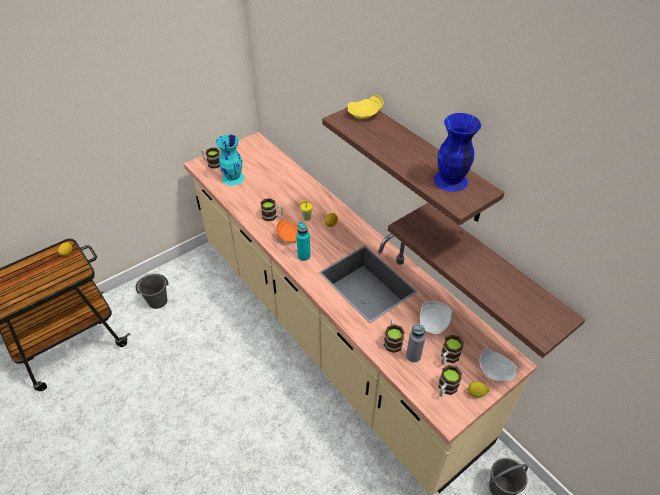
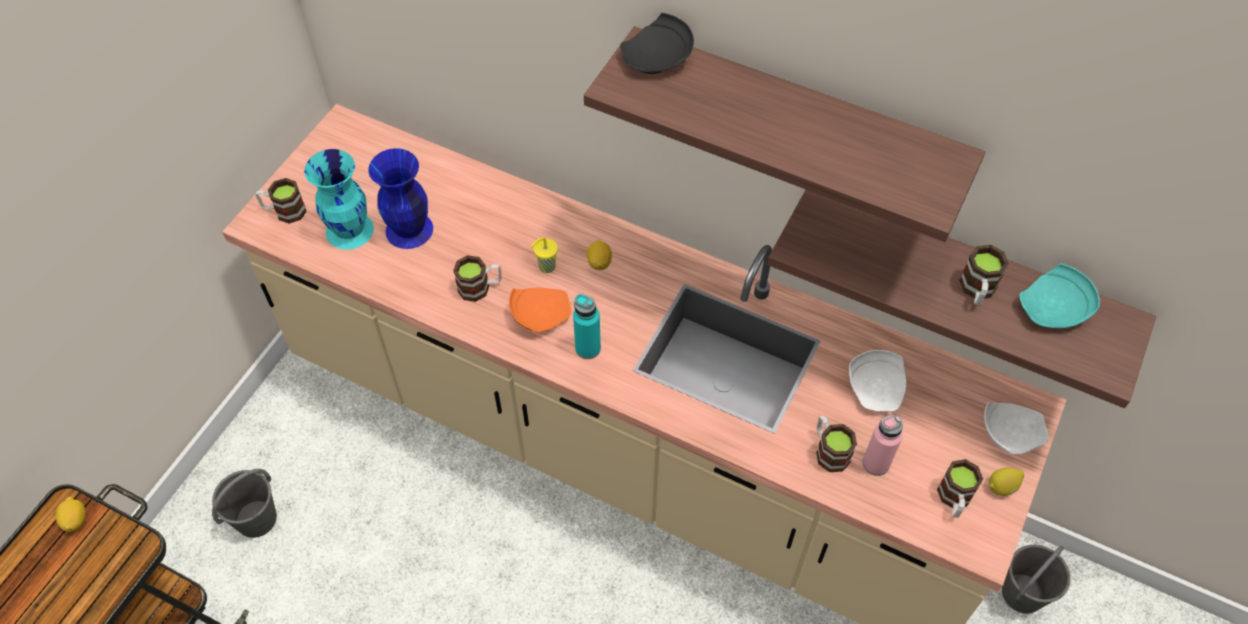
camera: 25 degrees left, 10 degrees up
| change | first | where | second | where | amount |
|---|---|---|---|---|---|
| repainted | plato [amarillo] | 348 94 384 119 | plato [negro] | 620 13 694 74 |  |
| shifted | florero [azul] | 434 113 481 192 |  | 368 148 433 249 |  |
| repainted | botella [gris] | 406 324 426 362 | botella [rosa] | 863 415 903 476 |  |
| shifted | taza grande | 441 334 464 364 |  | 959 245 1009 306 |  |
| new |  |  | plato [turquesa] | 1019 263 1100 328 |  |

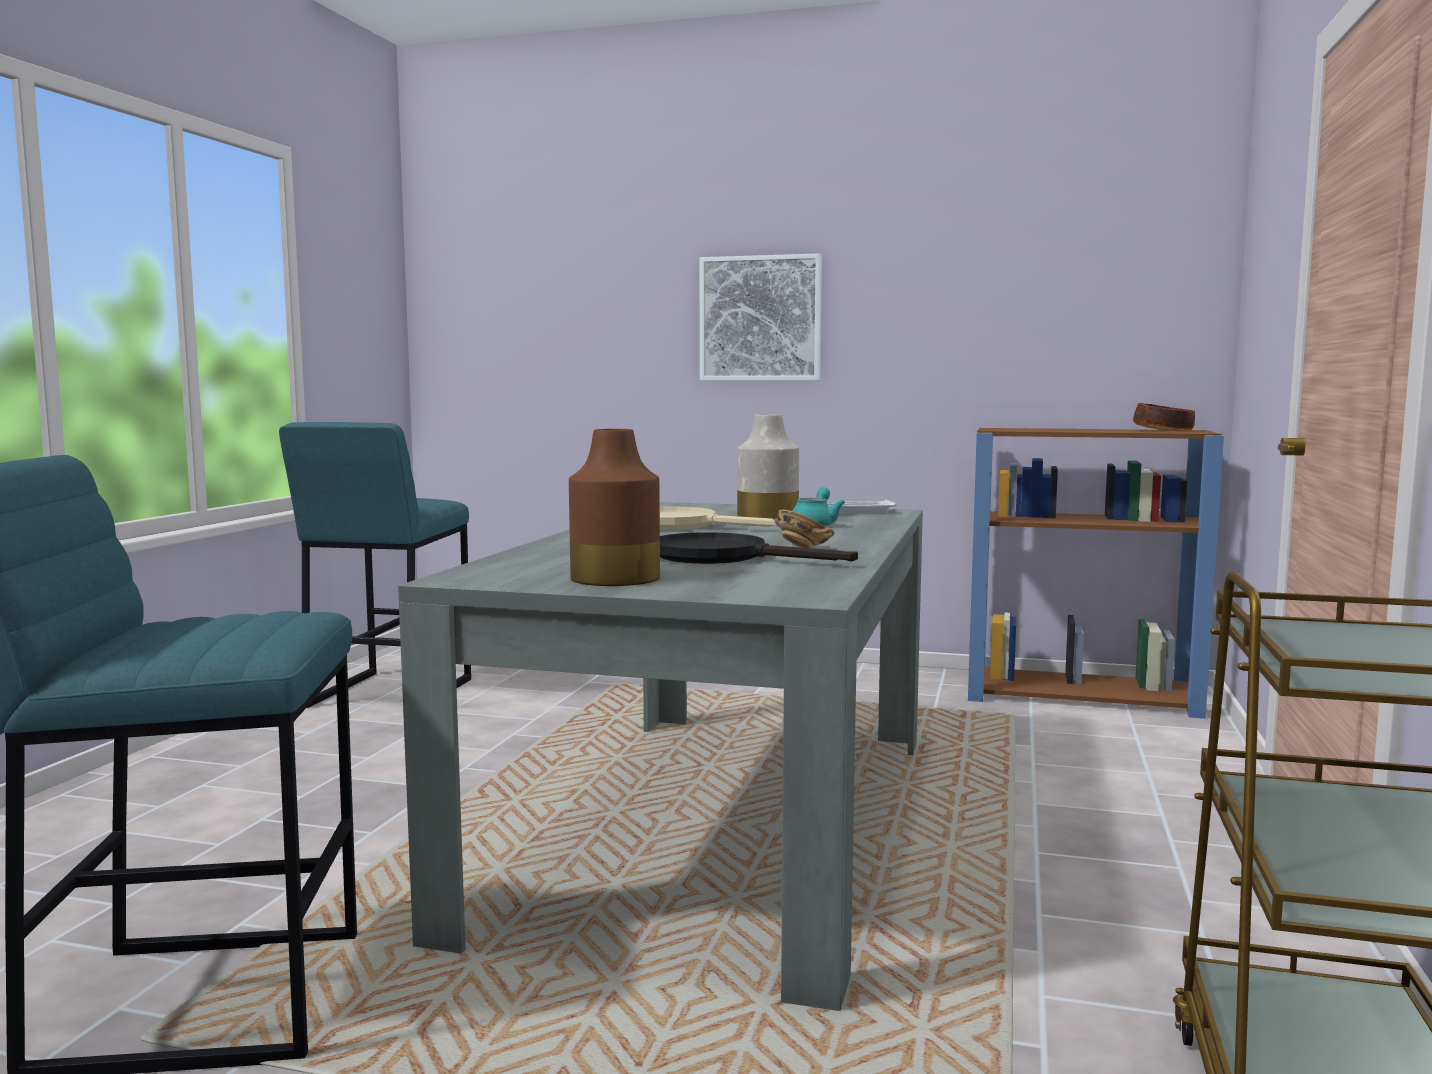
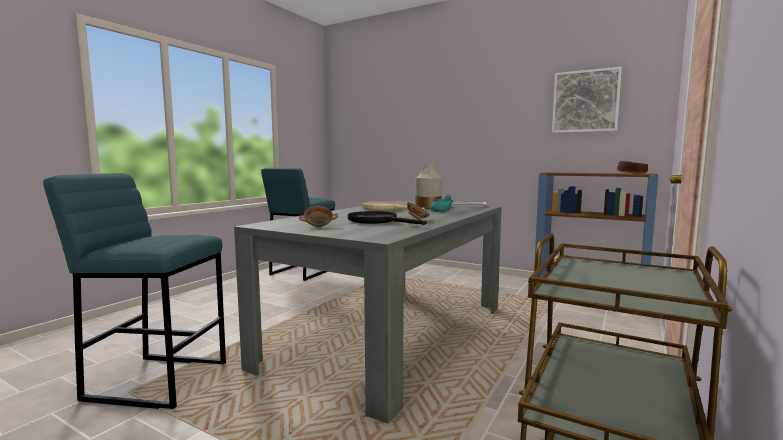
camera: 15 degrees right, 0 degrees up
| change | first | where | second | where | amount |
|---|---|---|---|---|---|
| shifted | cuadro | 700 253 822 381 |  | 552 67 622 133 |  |
| swapped | florero [marrón] | 569 429 660 586 | cuenco | 299 206 338 228 |  |

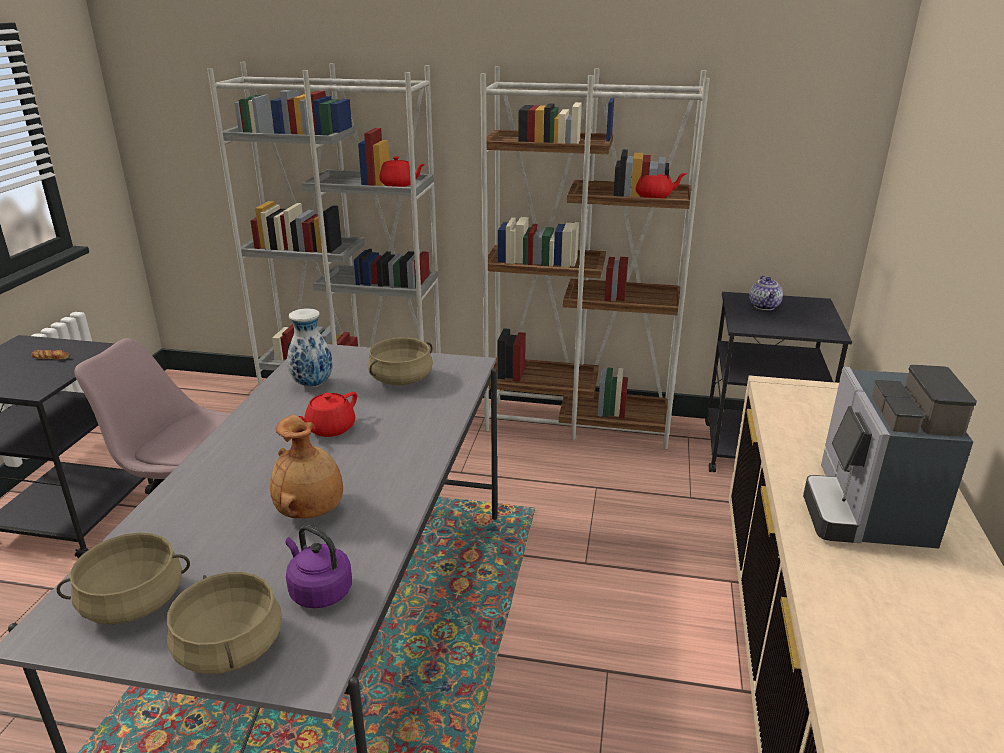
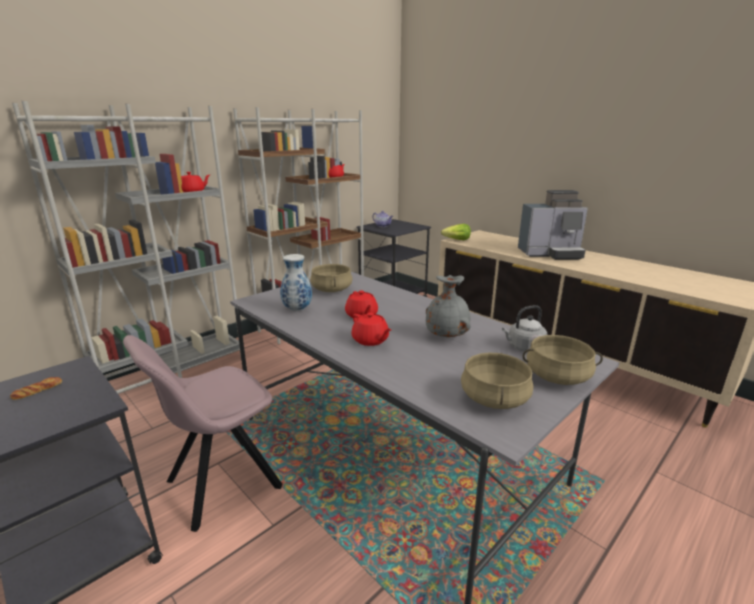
camera: 55 degrees left, 5 degrees down
| change | first | where | second | where | amount |
|---|---|---|---|---|---|
| rotated | cafetera | 803 365 977 549 |  | 518 190 588 260 | 45 degrees counterclockwise |
| repainted | florero [marrón] | 270 415 343 518 | florero [gris] | 426 275 471 337 |  |
| repainted | hervidor [morado] | 285 525 352 608 | hervidor [gris] | 502 305 547 352 |  |
| new |  |  | lechuga | 441 224 471 240 |  |
| new |  |  | tetera [rojo] | 352 312 391 346 |  |

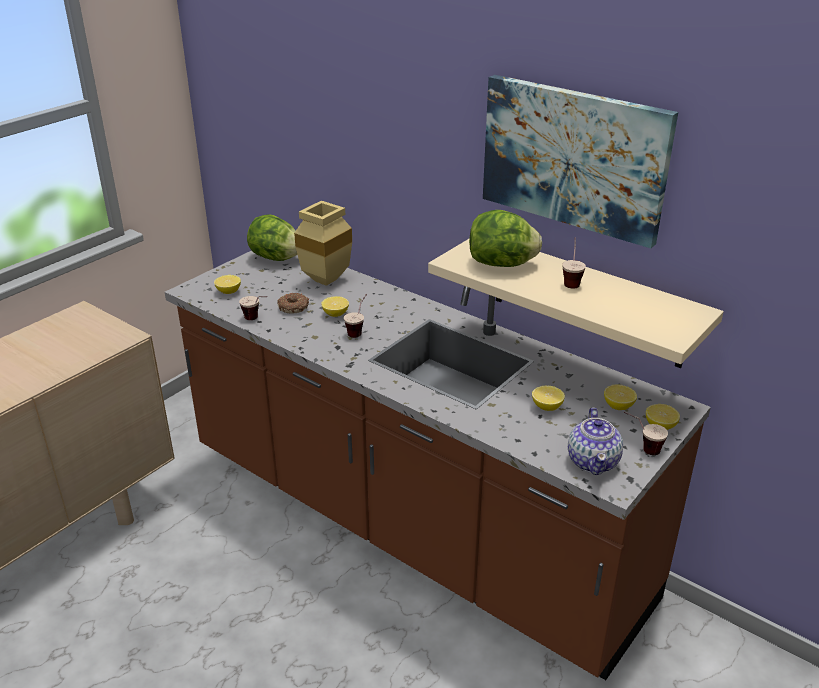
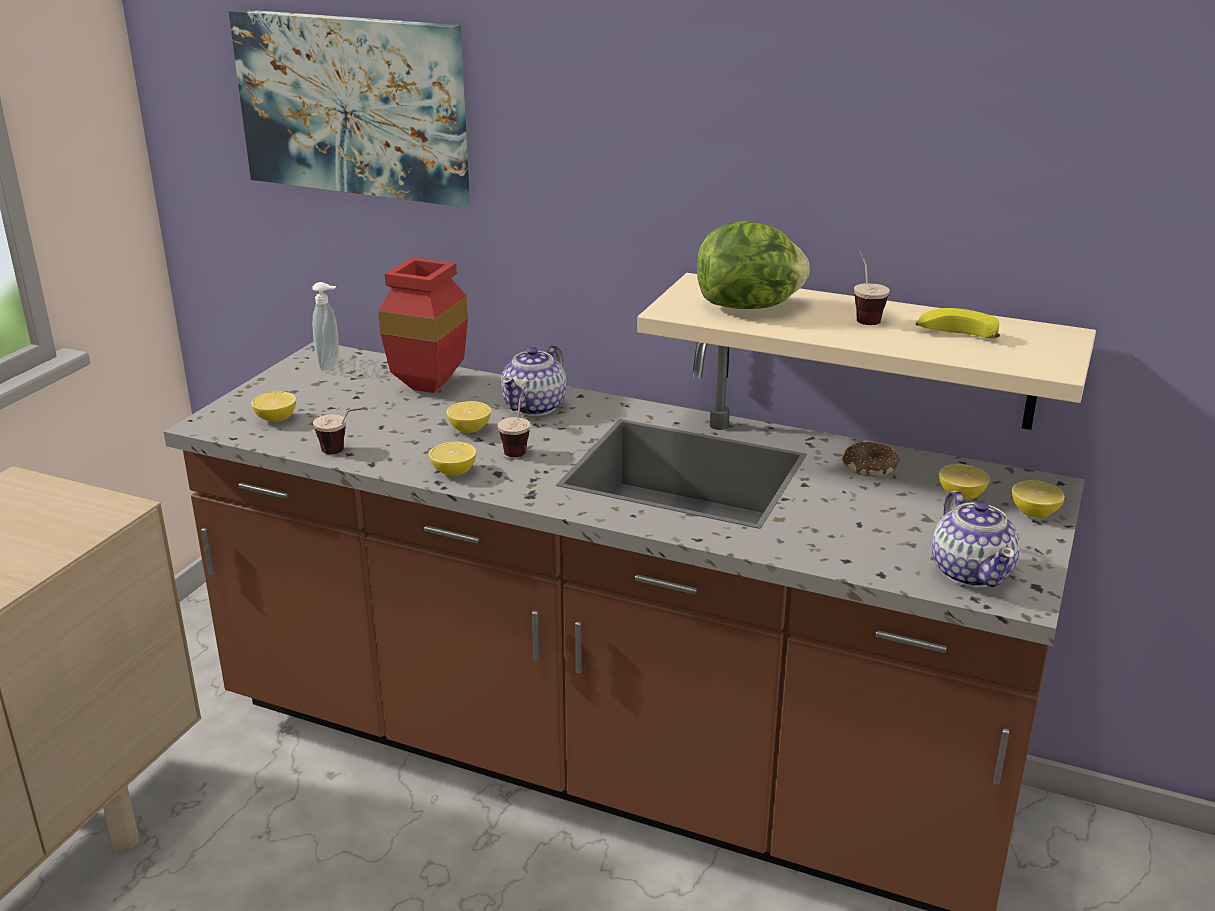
camera: 15 degrees left, 5 degrees down
| change | first | where | second | where | amount |
|---|---|---|---|---|---|
| shifted | cuadro | 483 75 678 248 |  | 229 9 470 207 |  |
| repainted | florero [beis] | 294 201 352 286 | florero [rojo] | 378 257 468 393 |  |
| swapped | lechuga | 247 214 297 261 | dispensador de jabón | 312 282 339 371 |  |
| shifted | rosquilla | 277 293 309 314 |  | 843 442 900 477 |  |
| shifted | limón | 532 386 565 411 |  | 428 442 476 476 |  |
| gone | taza | 624 412 668 455 |  |  |  |
| new |  |  | plátano | 915 308 1000 338 |  |
| new |  |  | tetera | 501 345 567 416 |  |

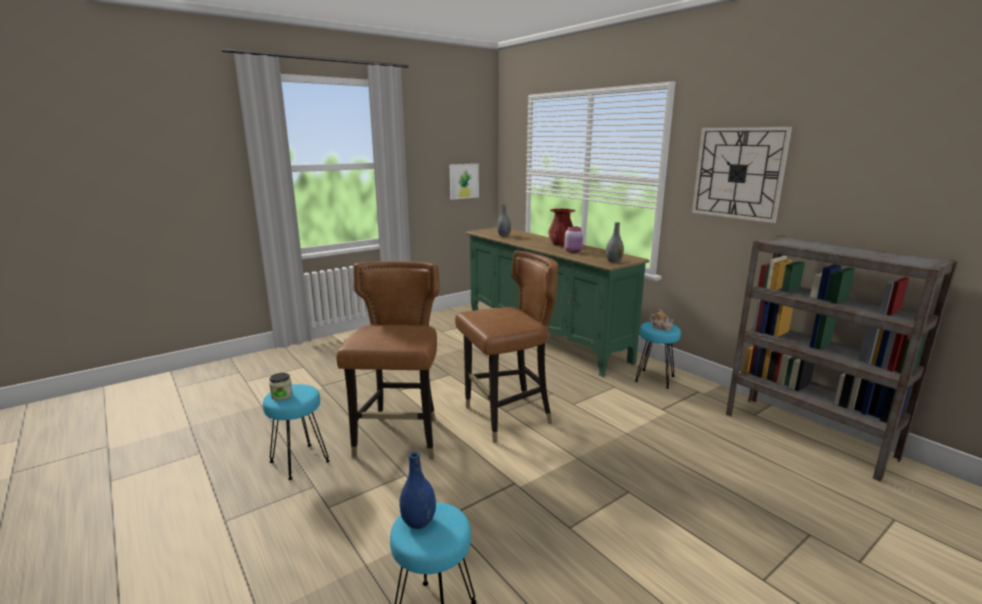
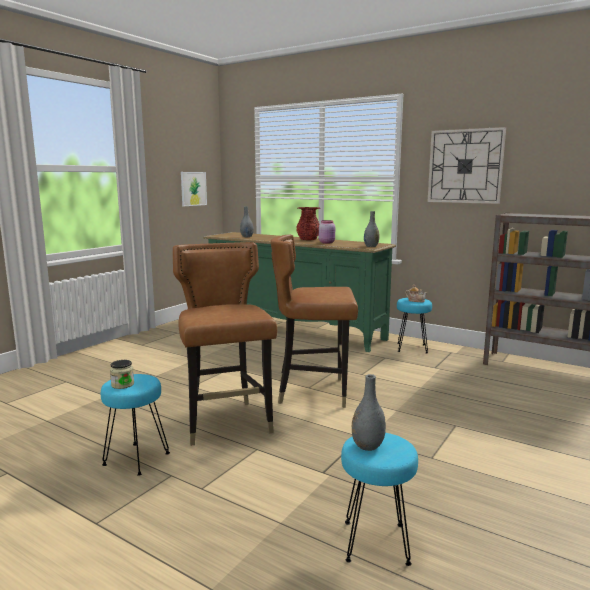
camera: 20 degrees left, 5 degrees down
| change | first | where | second | where | amount |
|---|---|---|---|---|---|
| rotated | silla [marrón] | 455 250 558 443 |  | 271 234 358 408 | 135 degrees counterclockwise |
| repainted | florero [azul] | 399 451 436 529 | florero [gris] | 352 374 386 451 |  |

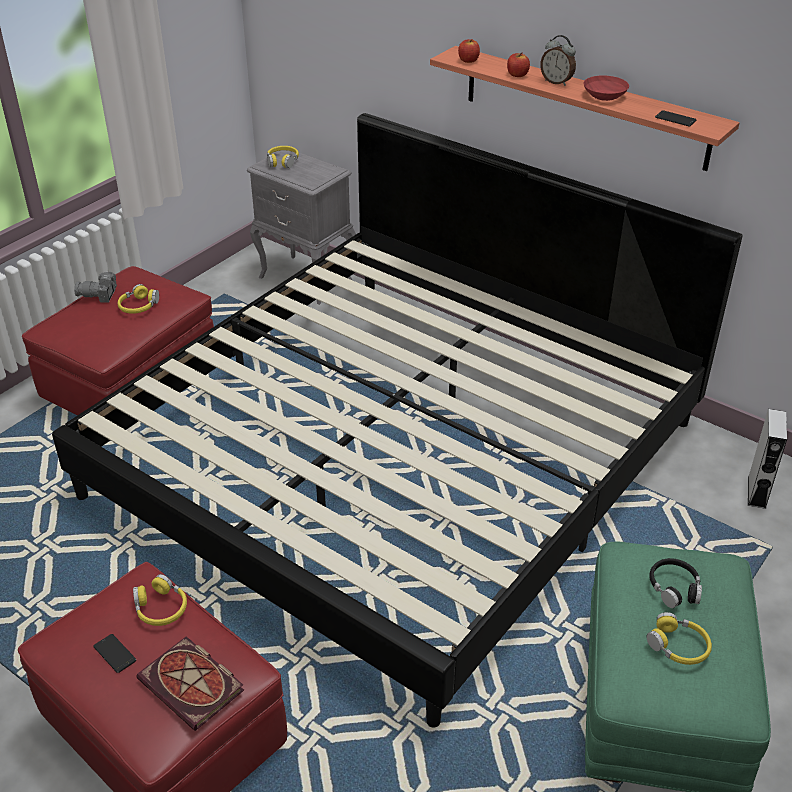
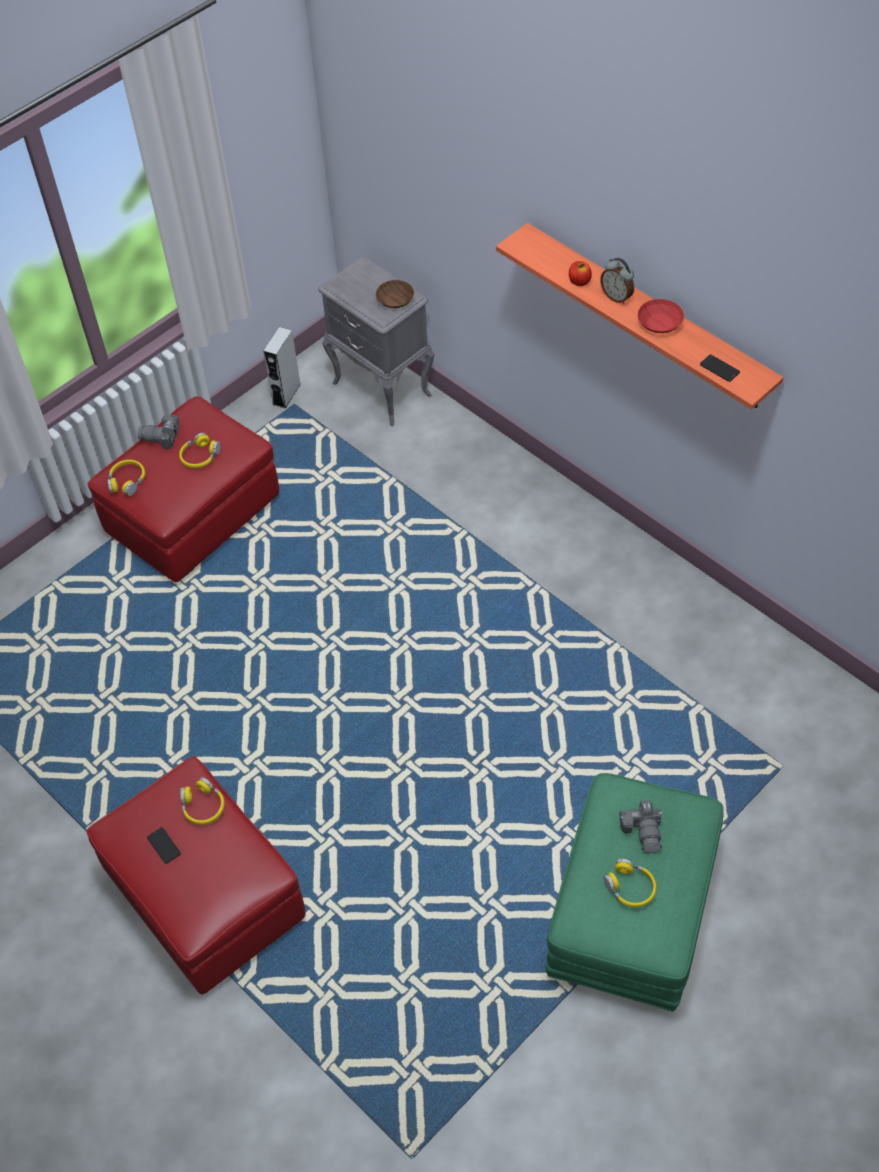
camera: 10 degrees right, 15 degrees up
| change | first | where | second | where | amount |
|---|---|---|---|---|---|
| gone | manzana | 458 39 480 63 |  |  |  |
| gone | cama | 52 113 742 728 |  |  |  |
| shifted | auriculares [amarillo] | 267 146 299 168 |  | 107 460 145 496 |  |
| shifted | altavoz [gris] | 748 409 787 509 |  | 263 327 301 409 |  |
| swapped | auriculares [negro] | 649 558 702 608 | cámara | 619 800 662 853 |  |
| gone | libro | 136 637 244 731 |  |  |  |
| new |  |  | cuenco [marrón] | 376 280 414 308 |  |

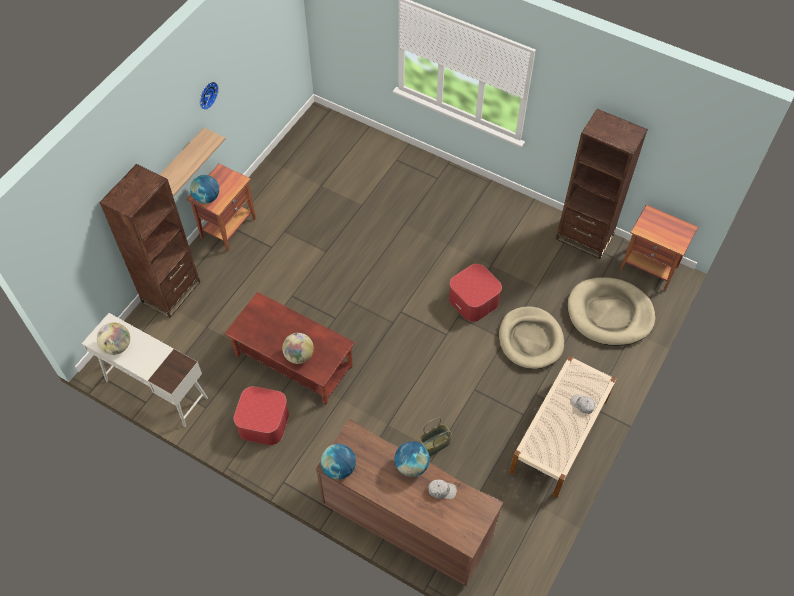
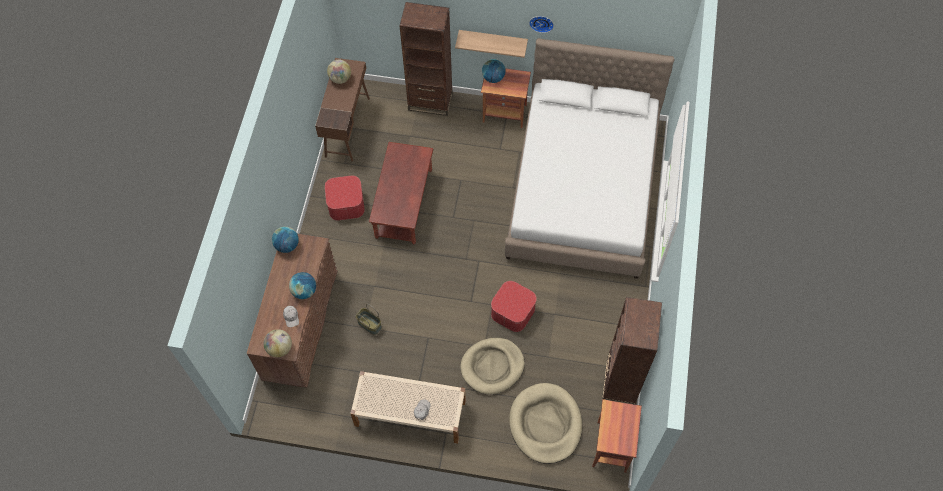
camera: 70 degrees right, 5 degrees up
| change | first | where | second | where | amount |
|---|---|---|---|---|---|
| repainted | escritorio [blanco] | 82 313 208 427 | escritorio [marrón] | 315 58 370 161 |  |
| shifted | globo terráqueo | 282 333 314 364 |  | 263 329 292 357 |  |
| new |  |  | cama [blanco] | 505 38 675 279 |  |

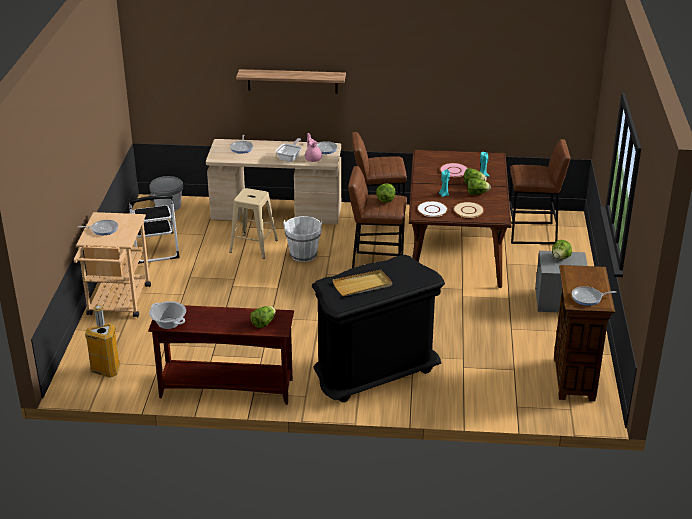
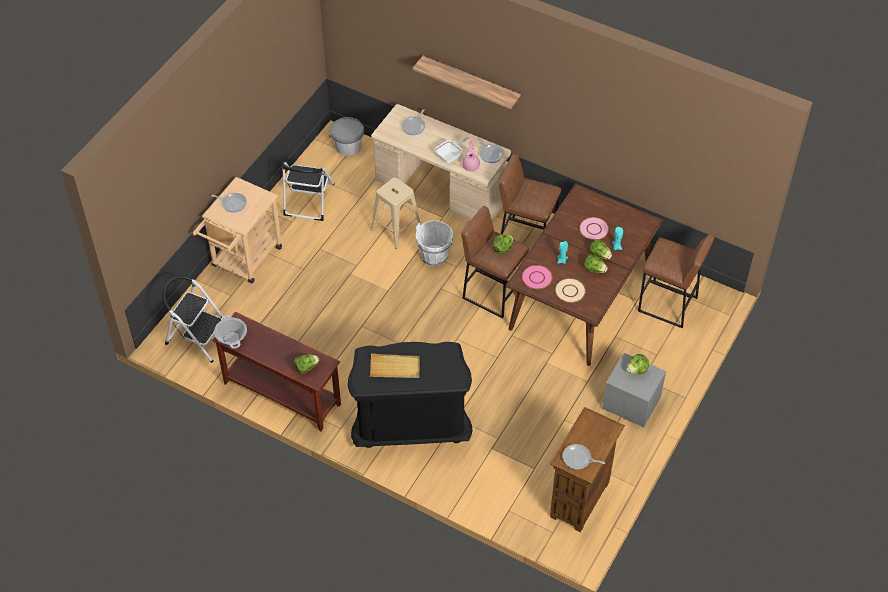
camera: 25 degrees right, 20 degrees up
| change | first | where | second | where | amount |
|---|---|---|---|---|---|
| repainted | plato [blanco] | 417 201 448 217 | plato [rosa] | 522 265 552 289 |  |
| swapped | papelera | 85 305 120 378 | escalera de tijera | 162 276 225 363 |  |

